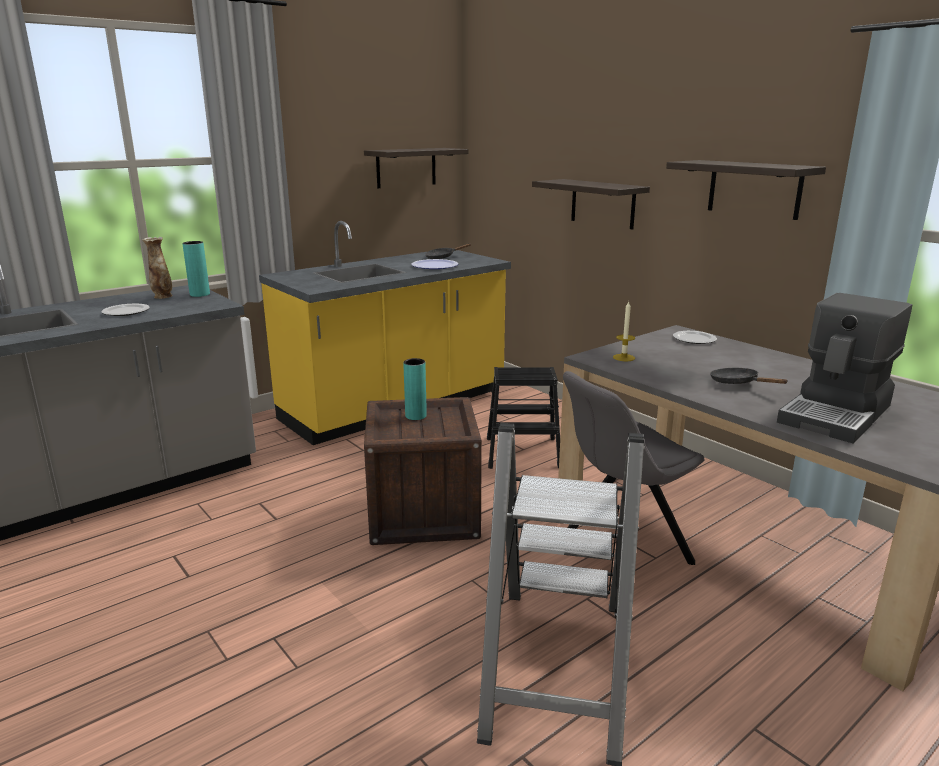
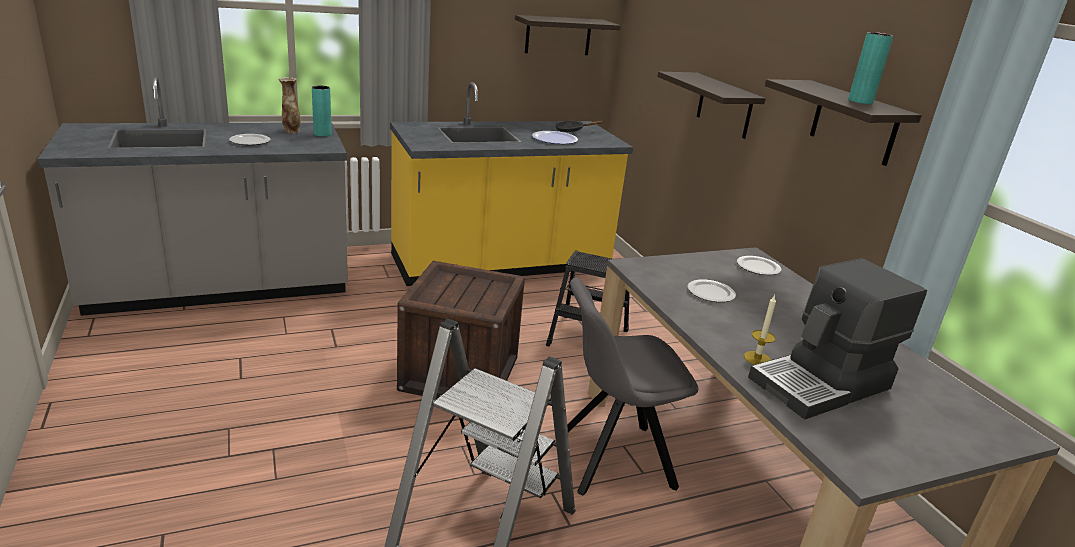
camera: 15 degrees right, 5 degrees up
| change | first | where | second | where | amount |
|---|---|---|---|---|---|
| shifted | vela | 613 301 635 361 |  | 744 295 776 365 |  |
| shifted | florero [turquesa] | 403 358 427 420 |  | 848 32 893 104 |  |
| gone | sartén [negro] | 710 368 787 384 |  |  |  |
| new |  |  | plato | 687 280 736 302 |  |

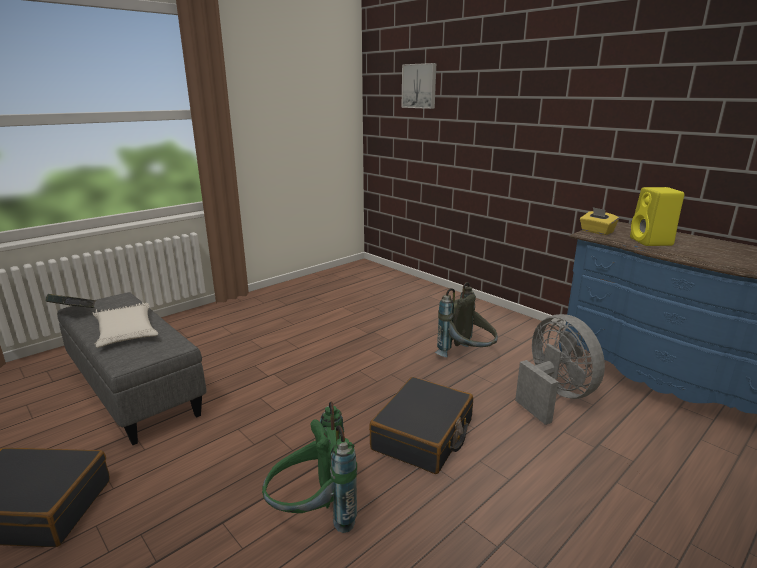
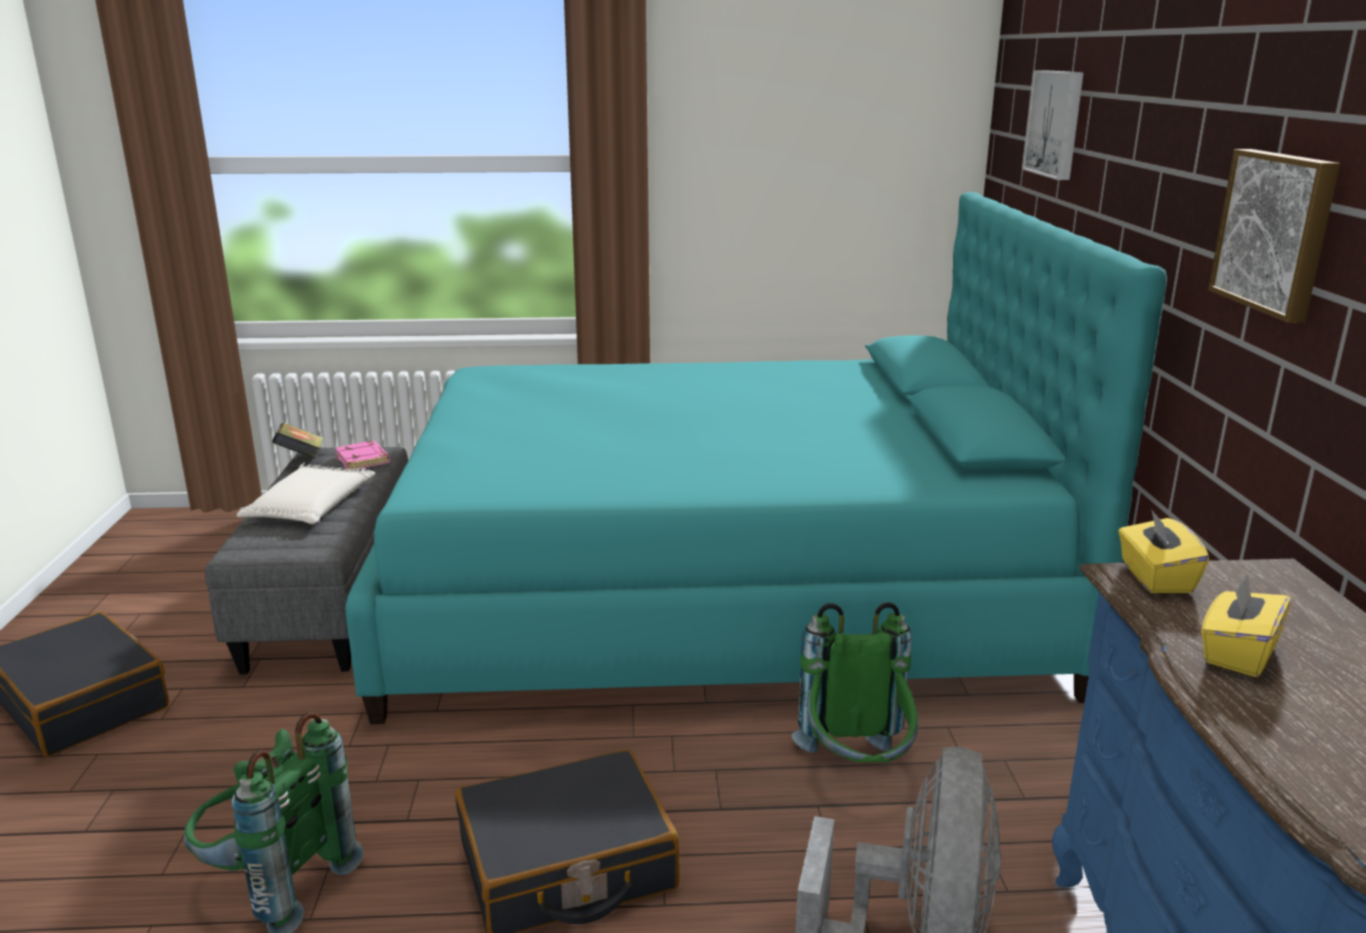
camera: 40 degrees right, 0 degrees up
| change | first | where | second | where | amount |
|---|---|---|---|---|---|
| swapped | altavoz [amarillo] | 630 187 684 246 | caja de pañuelos [amarillo] | 1201 574 1290 677 |  |
| repainted | mochila [gris] | 435 282 498 358 | mochila [verde] | 792 602 918 762 |  |
| new |  |  | cuadro | 1208 149 1340 323 |  |
| new |  |  | cama [turquesa] | 345 192 1167 724 |  |
| new |  |  | libro [rosa] | 335 441 390 469 |  |

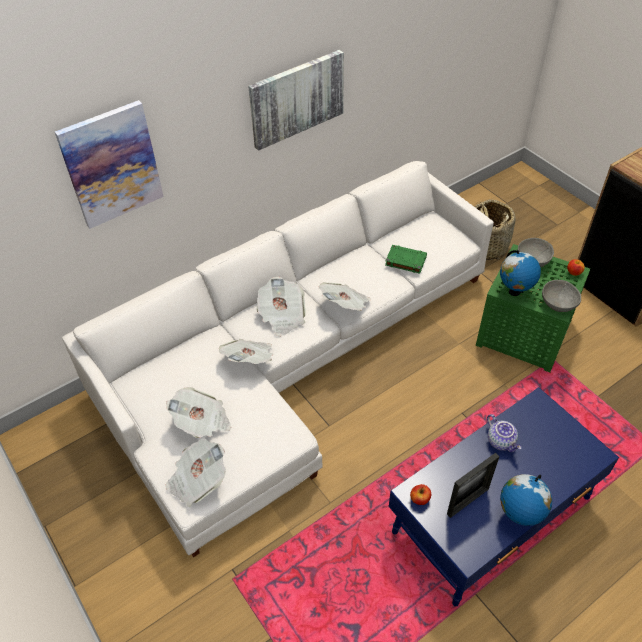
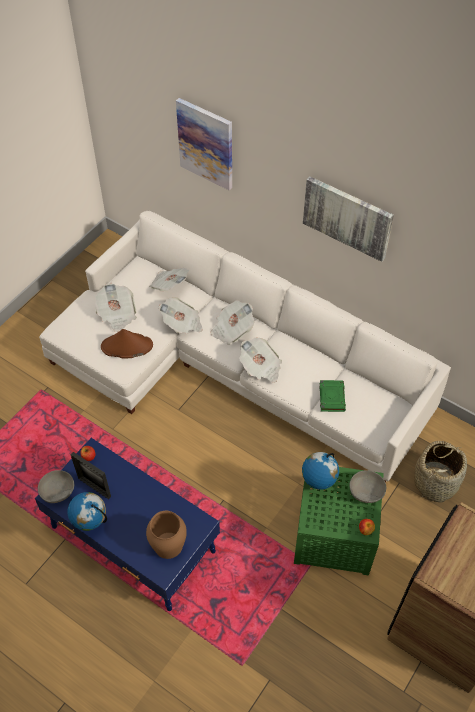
camera: 70 degrees right, 5 degrees up
| change | first | where | second | where | amount |
|---|---|---|---|---|---|
| shifted | cuenco [gris] | 542 280 581 312 |  | 38 470 74 503 |  |
| gone | tetera | 487 414 521 452 |  |  |  |
| shifted | periódico | 165 438 226 507 |  | 149 268 189 291 |  |
| new |  |  | sombrero [marrón] | 101 329 153 358 |  |
| new |  |  | florero [marrón] | 146 511 187 559 |  |

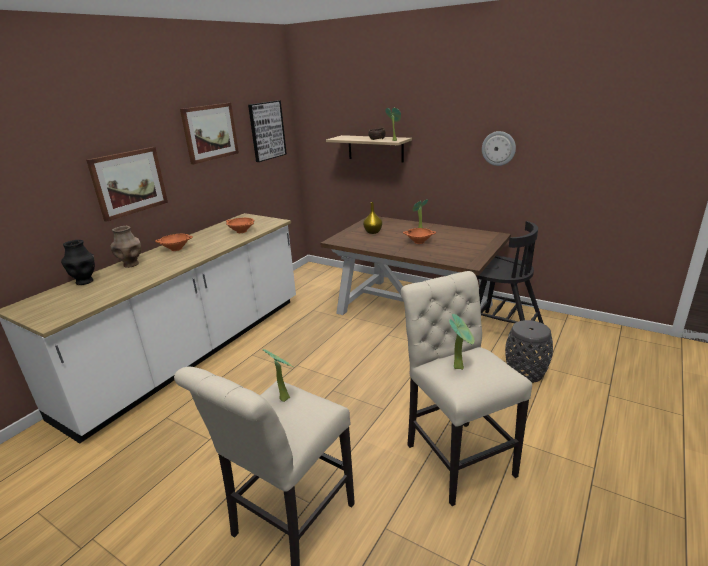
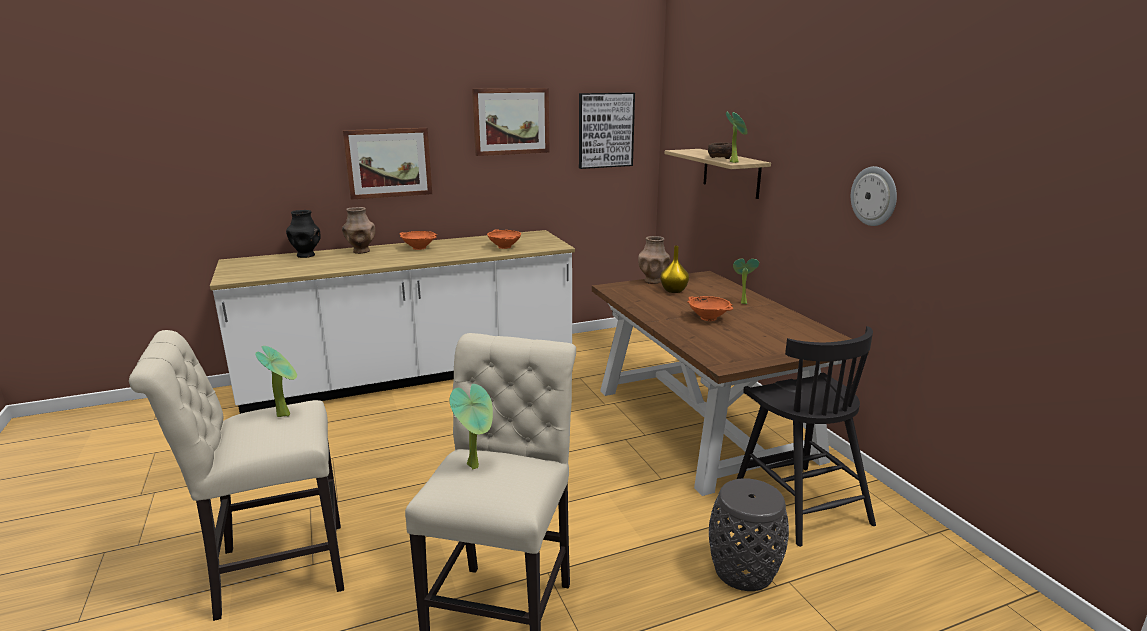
camera: 35 degrees right, 5 degrees down
| change | first | where | second | where | amount |
|---|---|---|---|---|---|
| new |  |  | florero [marrón] | 638 236 670 284 |  |

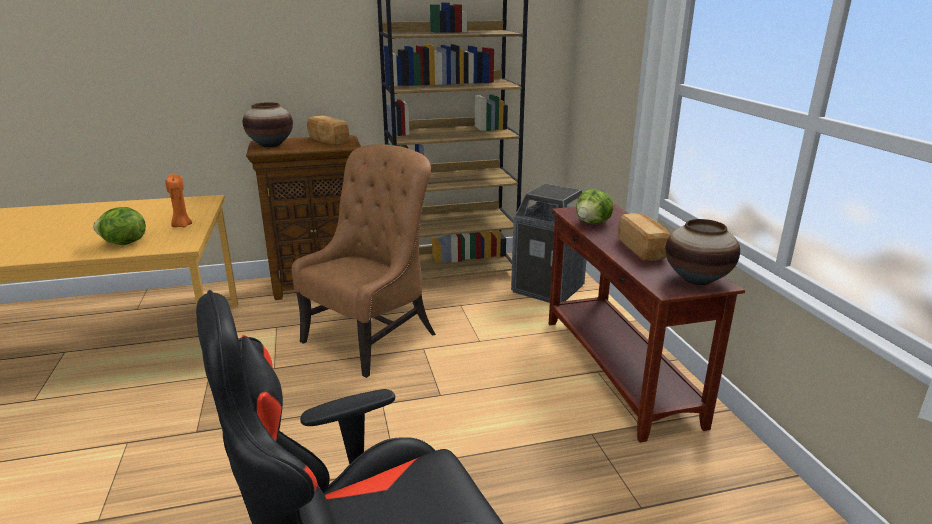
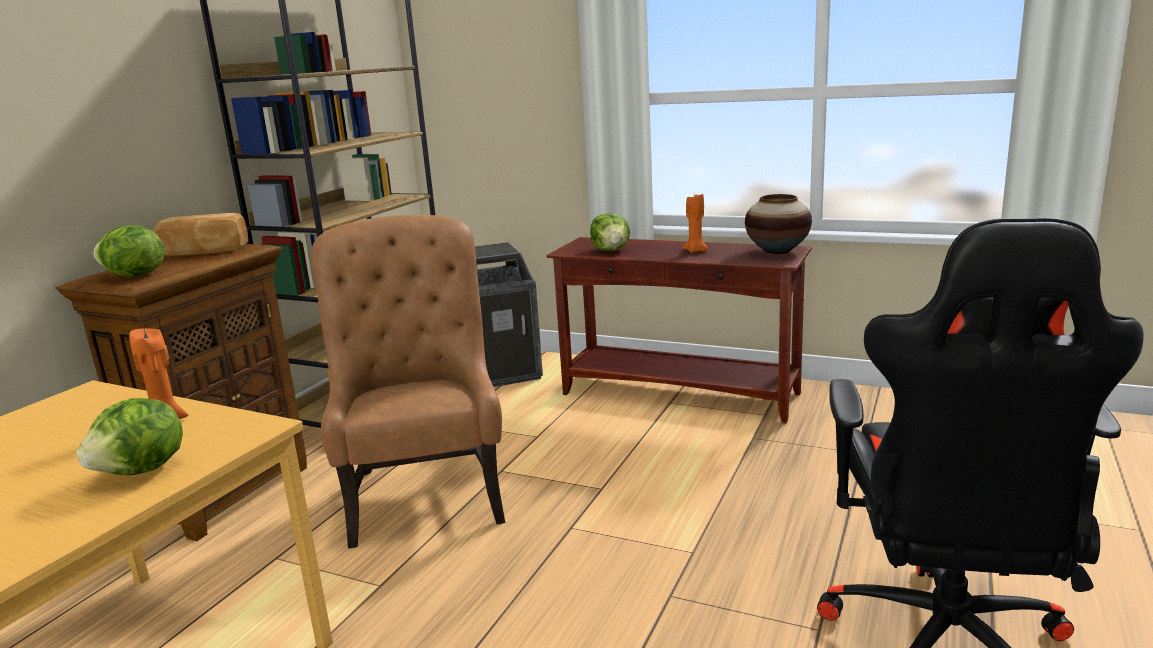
camera: 50 degrees left, 5 degrees down
| change | first | where | second | where | amount |
|---|---|---|---|---|---|
| swapped | florero | 243 102 293 147 | lechuga | 93 225 164 277 |  |
| swapped | pan | 618 213 670 261 | vela [naranja] | 682 194 708 253 |  |

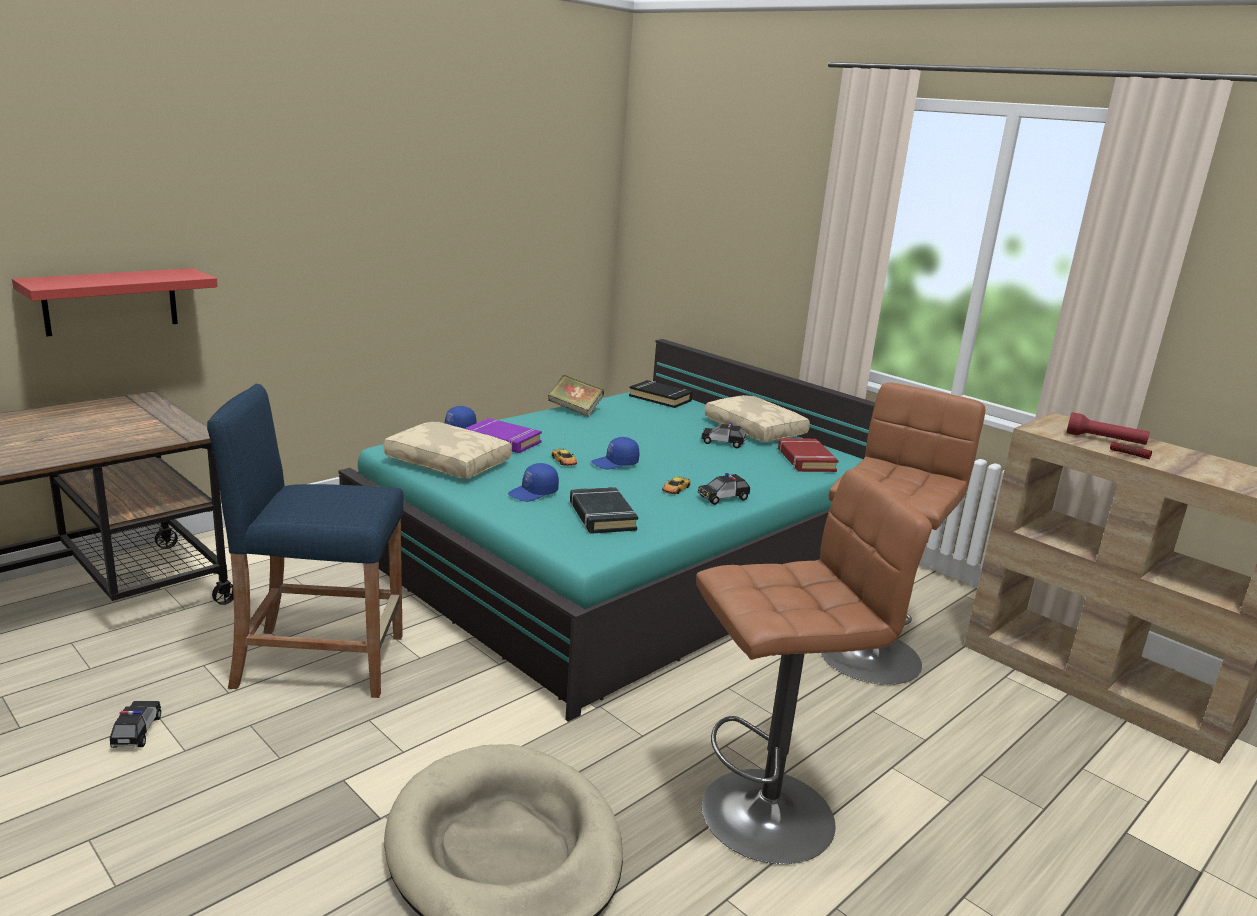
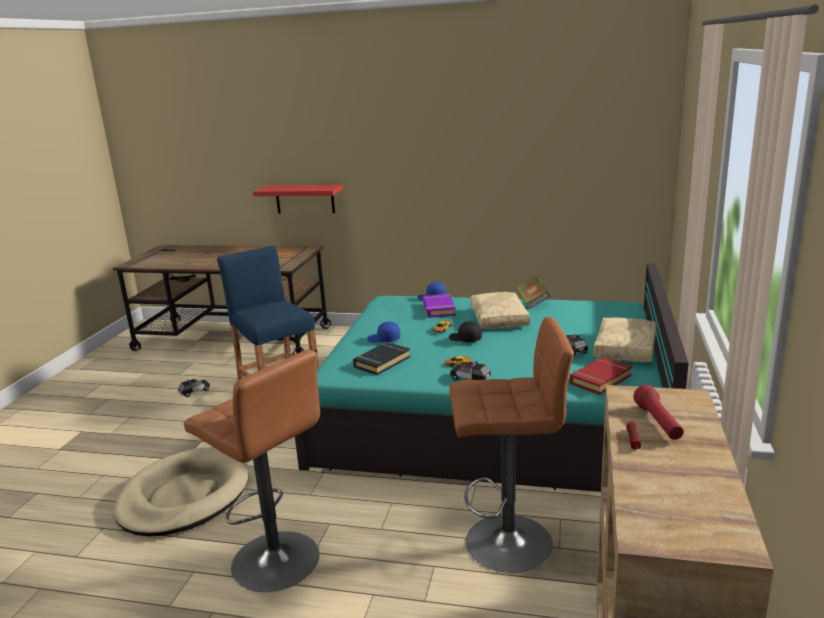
camera: 60 degrees right, 0 degrees up
| change | first | where | second | where | amount |
|---|---|---|---|---|---|
| gone | libro [negro] | 629 380 693 408 |  |  |  |
| shifted | cojín [beis] | 383 422 512 479 |  | 470 292 530 329 |  |
| repainted | gorra [azul] | 591 437 639 469 | gorra [negro] | 449 321 482 342 |  |

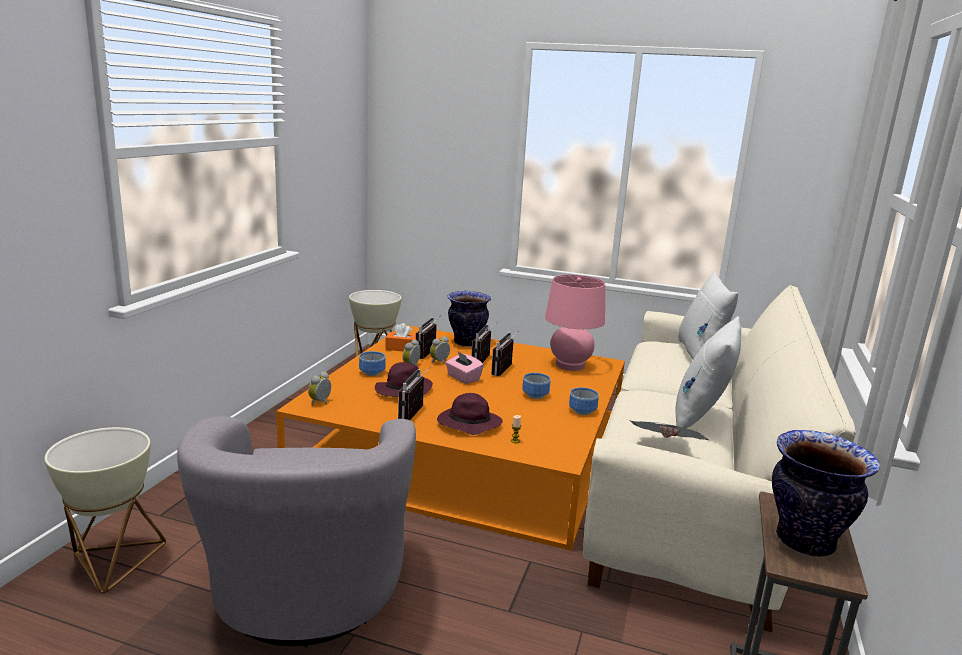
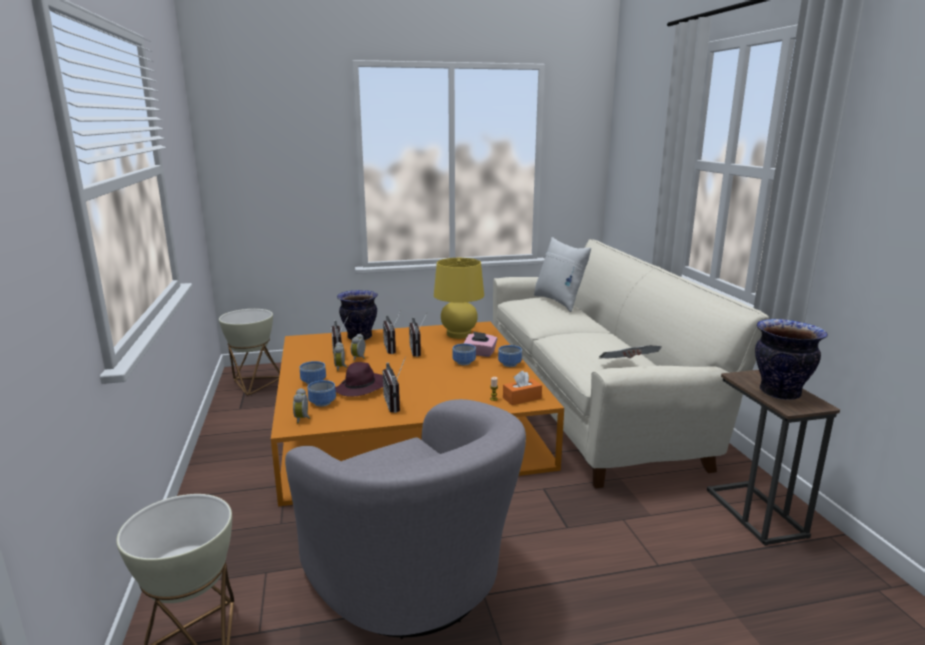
camera: 30 degrees left, 0 degrees up
| change | first | where | second | where | amount |
|---|---|---|---|---|---|
| repainted | lámpara de mesa [rosa] | 545 275 605 371 | lámpara de mesa [amarillo] | 434 258 484 339 |  |
| gone | cojín [gris] | 675 316 741 428 |  |  |  |
| shifted | caja de pañuelos [naranja] | 385 323 416 351 |  | 503 371 542 405 |  |
| shifted | caja de pañuelos [rosa] | 445 352 484 384 |  | 464 331 497 357 |  |
| gone | sombrero [morado] | 437 393 503 435 |  |  |  |
| new |  |  | cuenco | 308 380 336 407 |  |

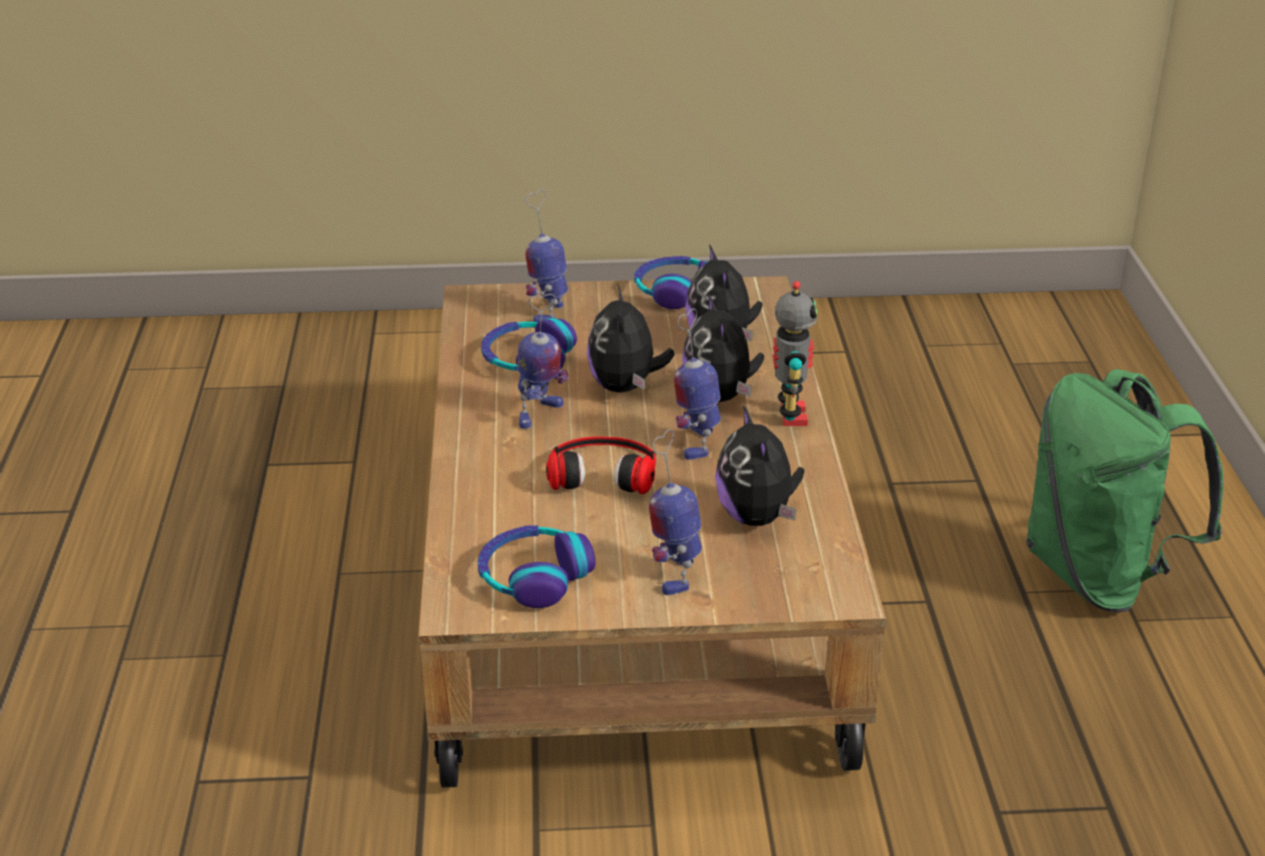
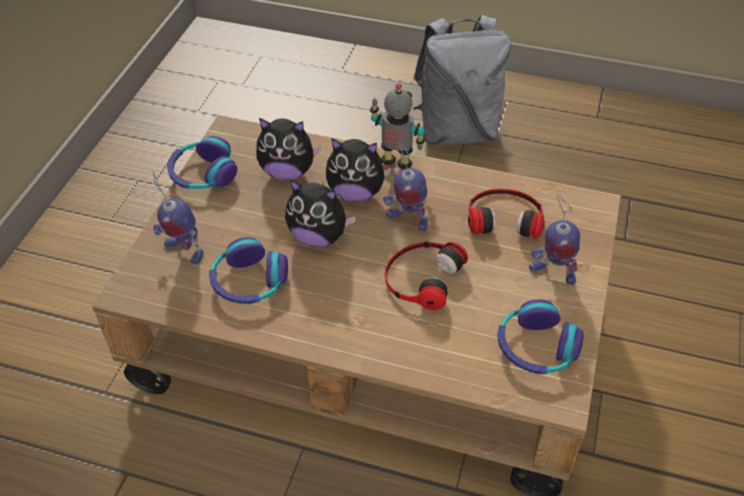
camera: 70 degrees left, 15 degrees up
| change | first | where | second | where | amount |
|---|---|---|---|---|---|
| gone | robot de juguete | 517 294 569 429 |  |  |  |
| repainted | mochila [verde] | 1026 369 1223 612 | mochila [gris] | 413 15 511 146 |  |
| swapped | peluche | 715 405 804 526 | auriculares | 468 189 545 239 |  |

